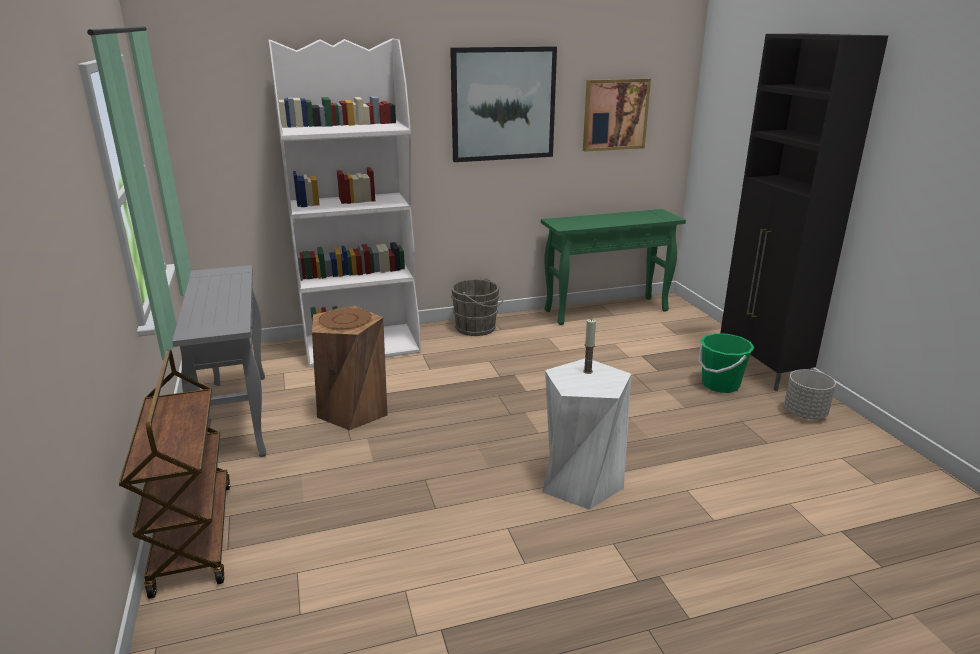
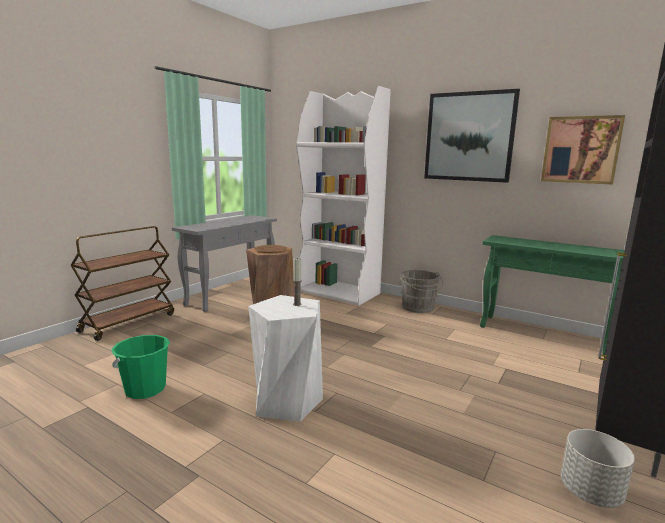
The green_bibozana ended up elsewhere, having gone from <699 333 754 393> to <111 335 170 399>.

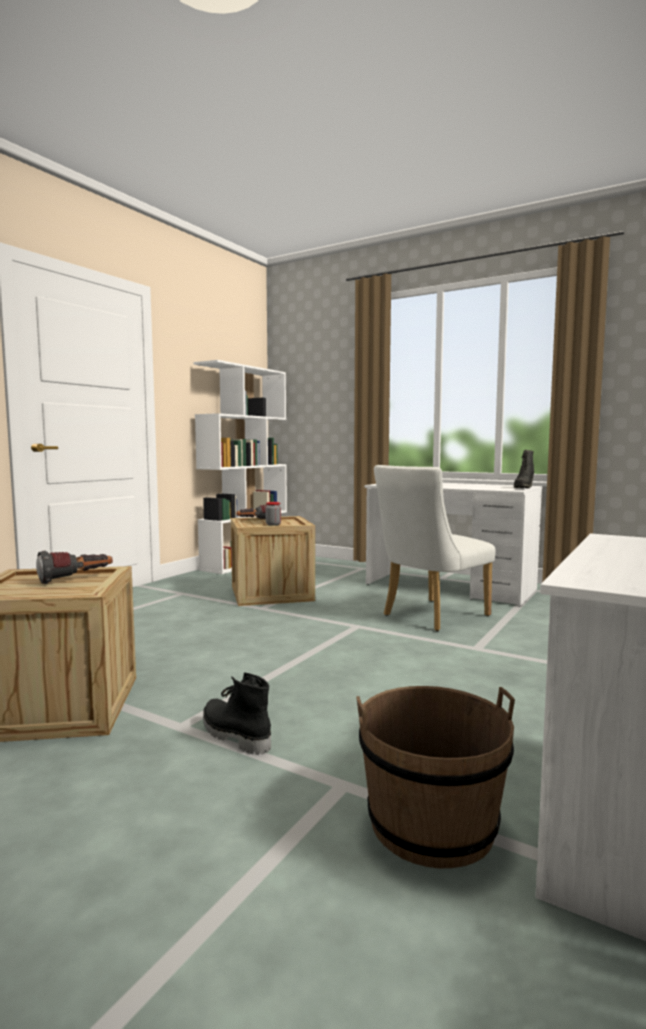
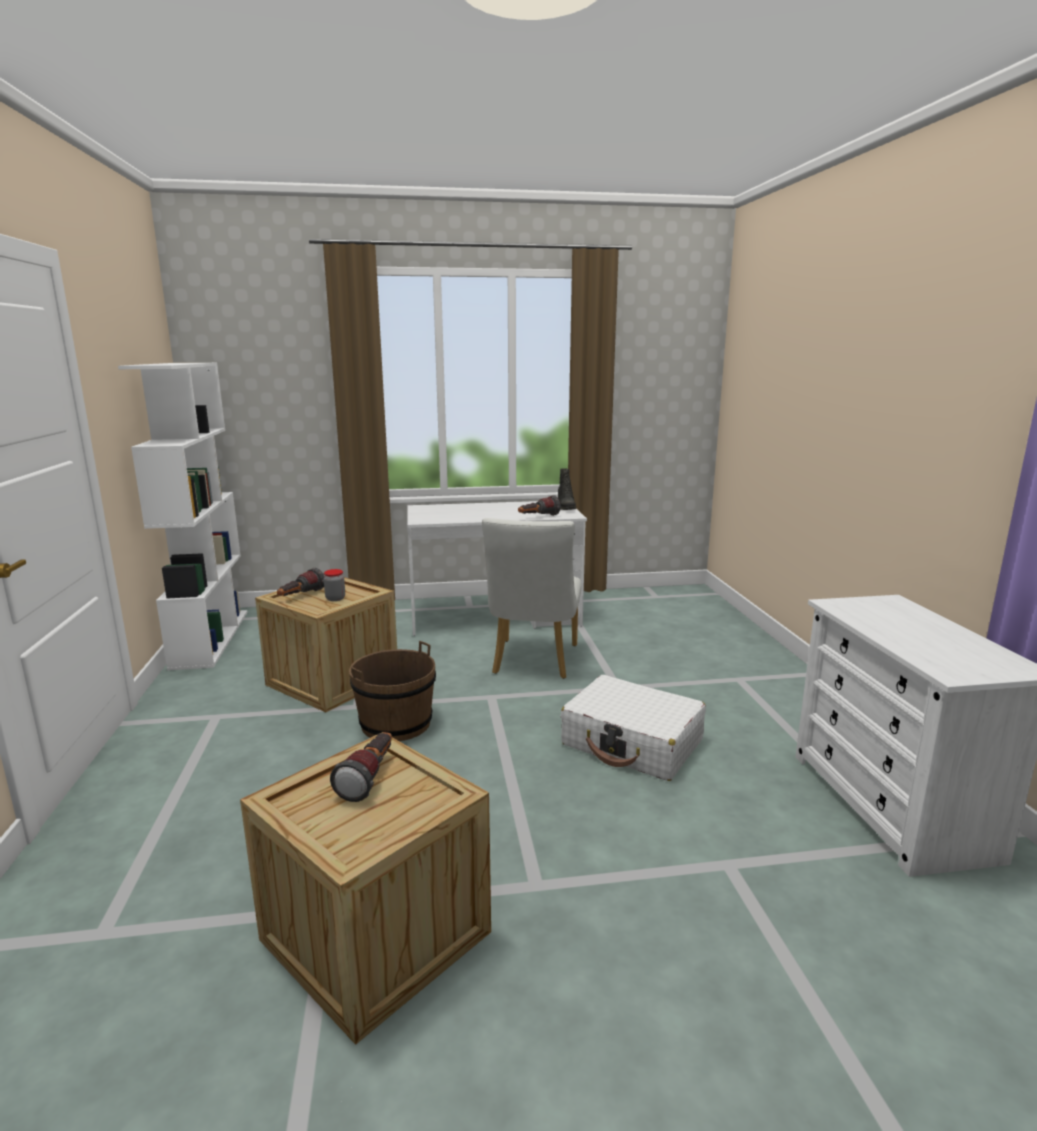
The second view lost the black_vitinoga at <203 672 271 755>.
The brown_bibozana ended up elsewhere, having gone from <357 686 515 869> to <349 641 436 741>.
The second view gained the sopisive at <518 495 561 516>.
The second view gained the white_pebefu at <561 675 706 781>.

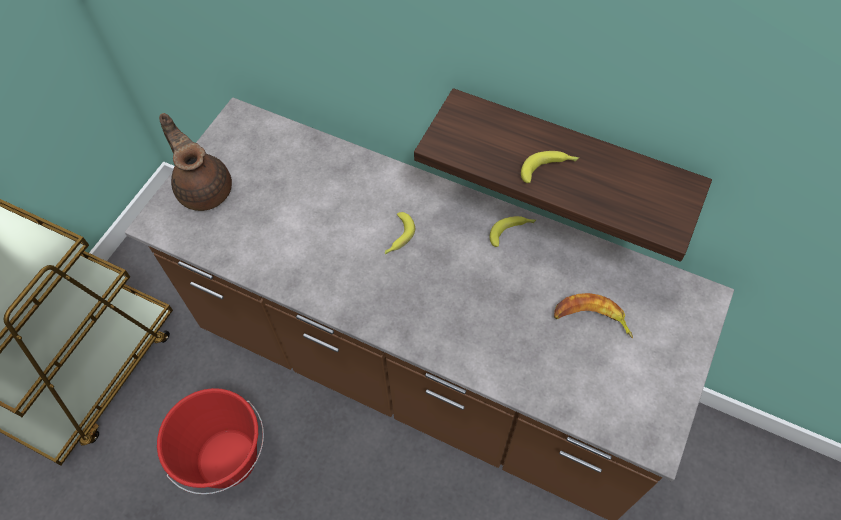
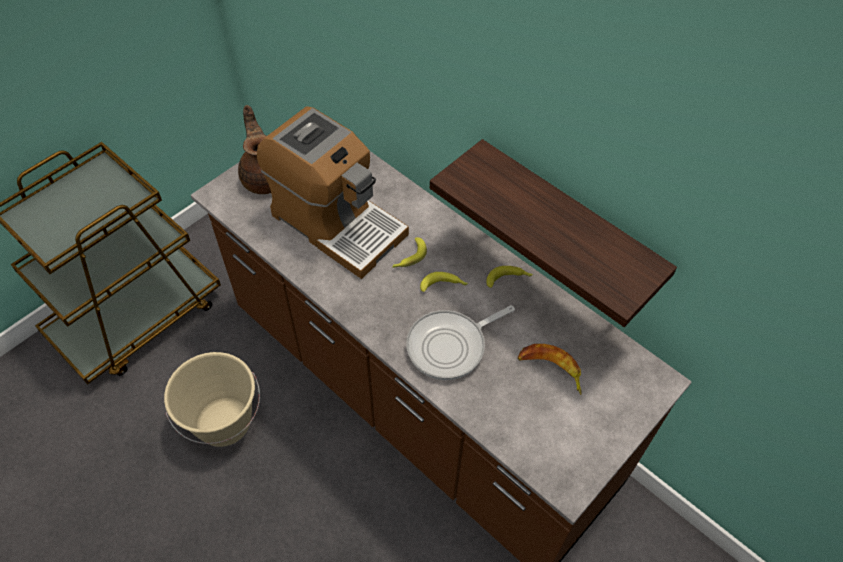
The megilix ended up elsewhere, having gone from <521 151 579 183> to <420 272 468 292>.
What was the red_bibozana at <157 388 264 494> turned into the beige_bibozana at <164 352 260 447>.
The second view gained the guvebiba at <257 106 409 279>.
The second view gained the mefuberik at <406 305 515 380>.

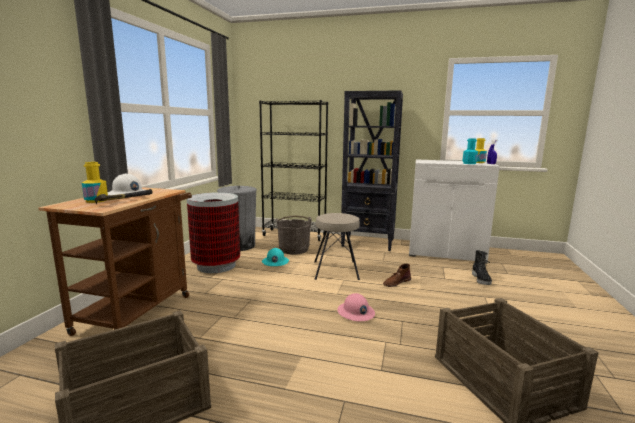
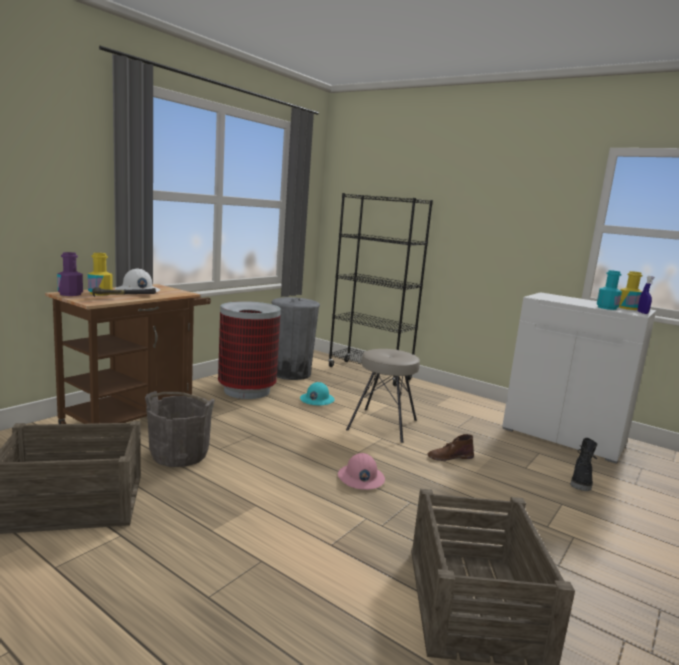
The second view lost the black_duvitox at <341 90 403 251>.
The grey_bibozana ended up elsewhere, having gone from <276 215 312 254> to <145 391 215 467>.
The second view gained the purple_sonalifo at <57 252 83 296>.

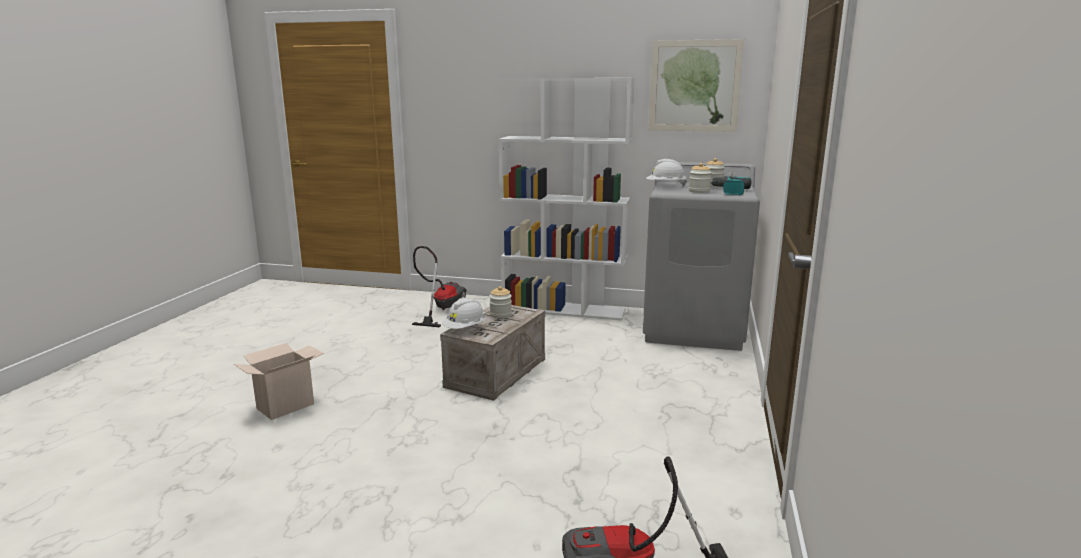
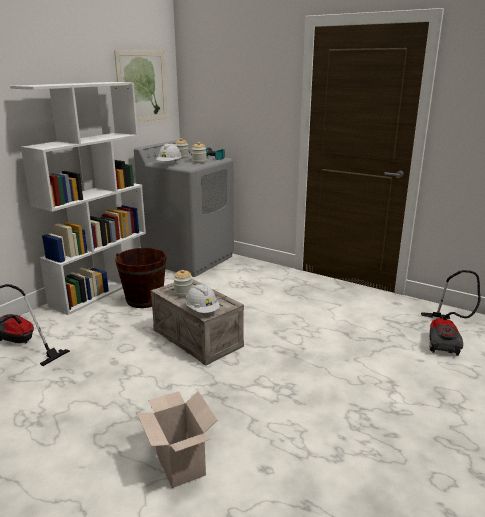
The second view gained the brown_bibozana at <115 248 167 308>.

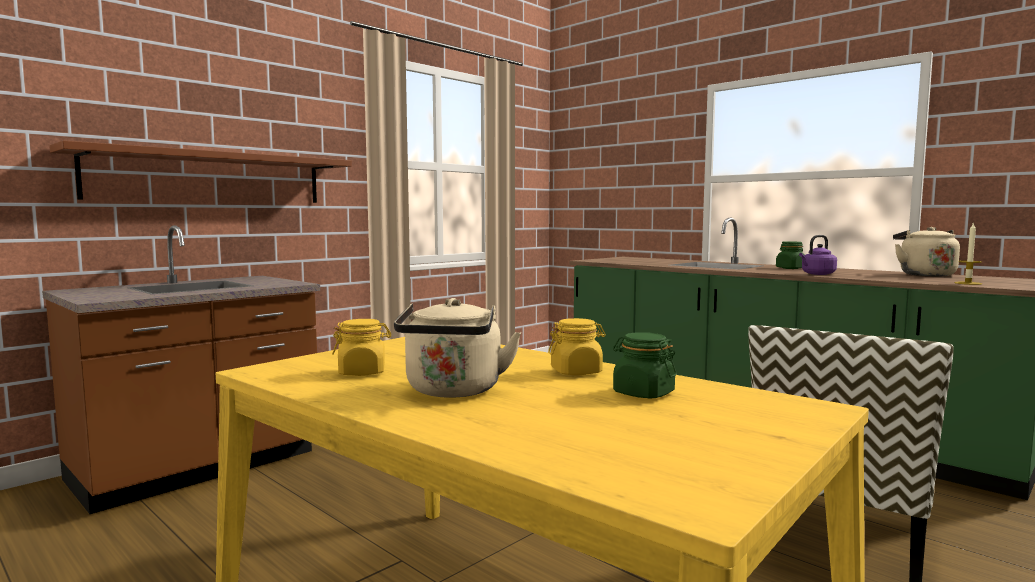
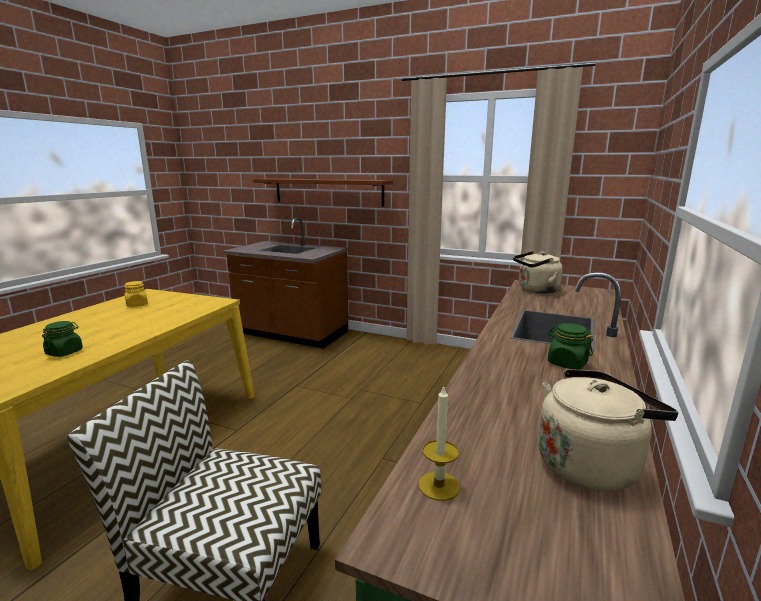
The second view lost the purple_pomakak at <799 235 837 275>.
The beige_pomakak ended up elsewhere, having gone from <394 298 521 398> to <513 251 563 294>.
The second view lost the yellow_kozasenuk at <548 318 606 375>.

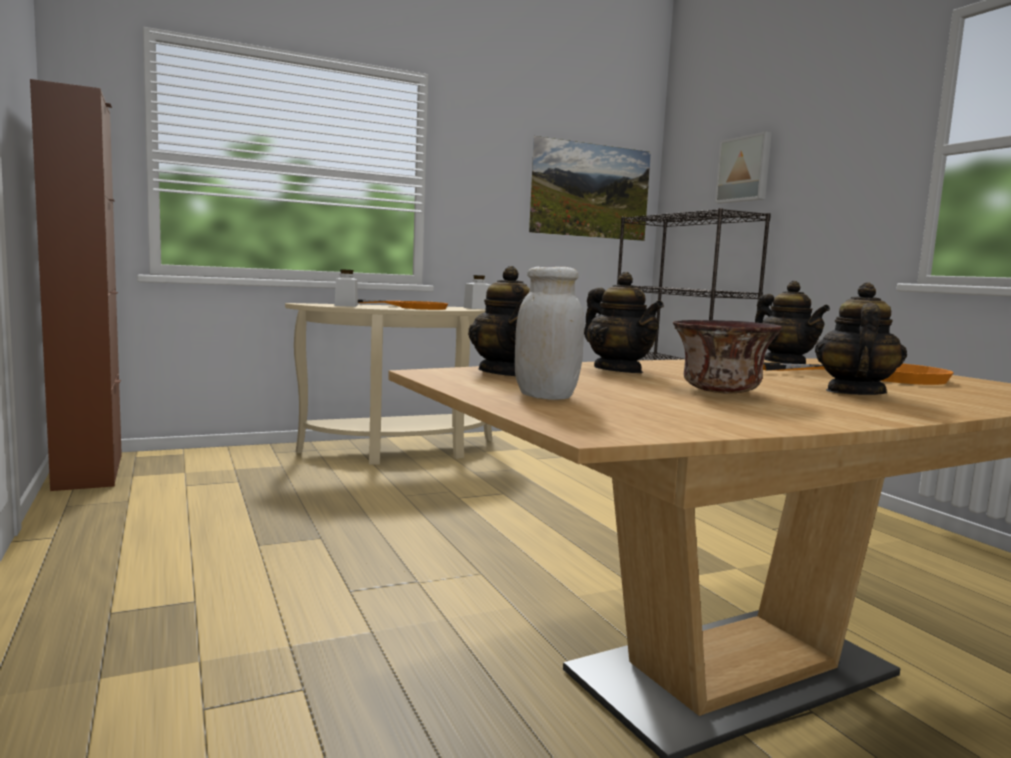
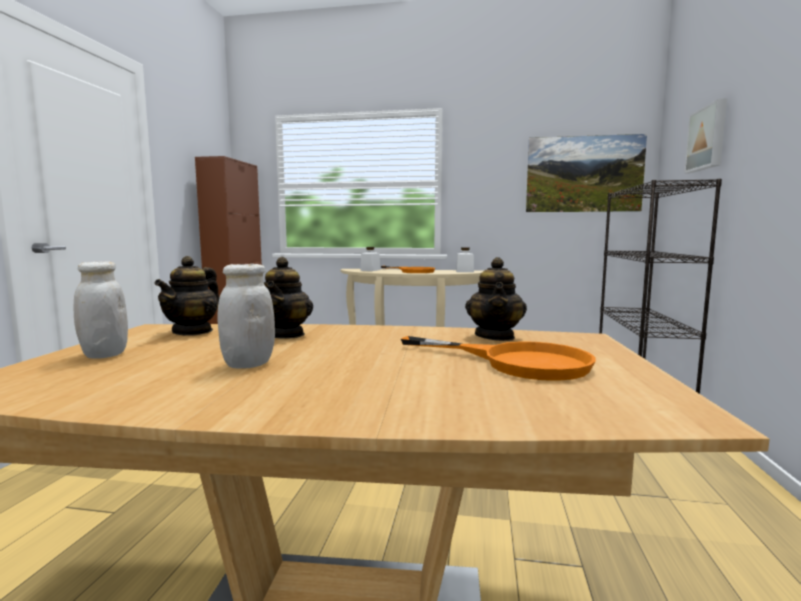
The second view lost the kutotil at <815 283 907 395>.
Where the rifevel stood at <672 320 782 394>, the white_kozasenuk came to stand at <217 264 275 369>.

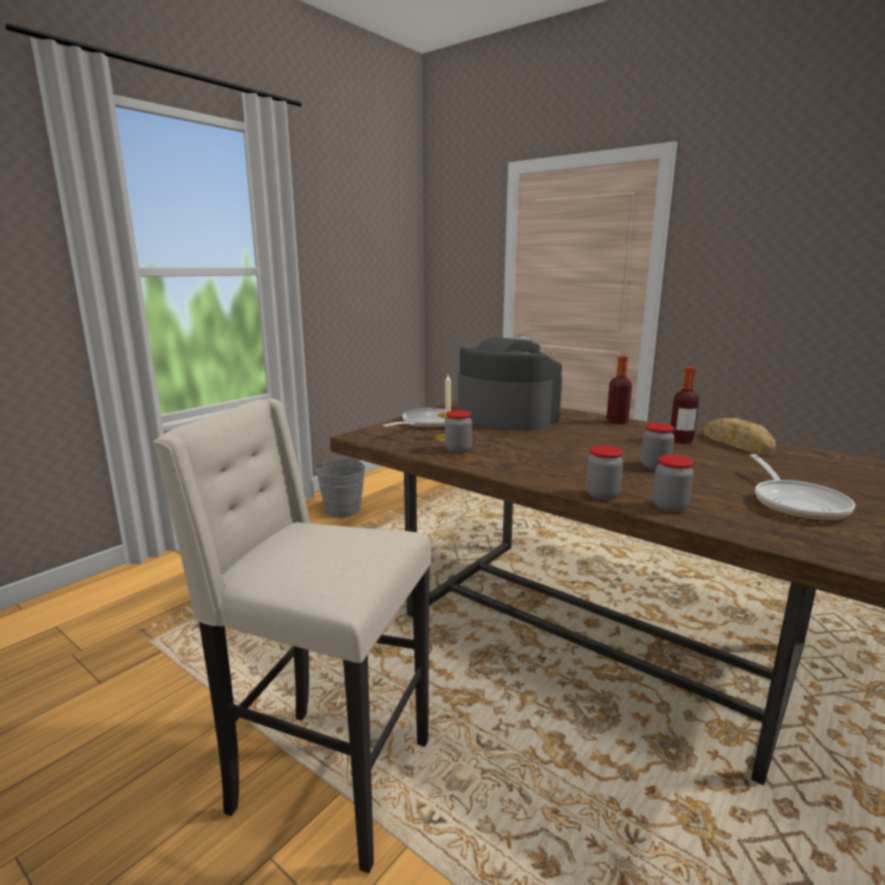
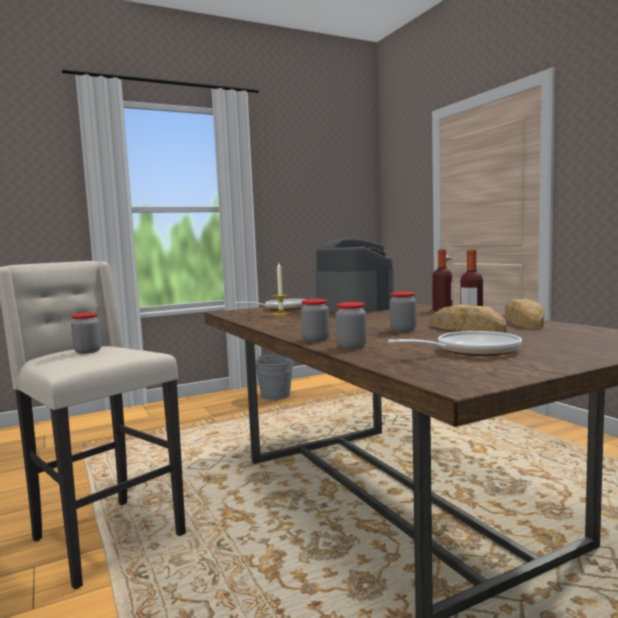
The kozasenuk ended up elsewhere, having gone from <445 410 472 453> to <71 313 101 354>.
The mefuberik at <750 454 855 521> ended up facing another way, 135 degrees counterclockwise from before.
The second view gained the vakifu at <431 305 507 333>.

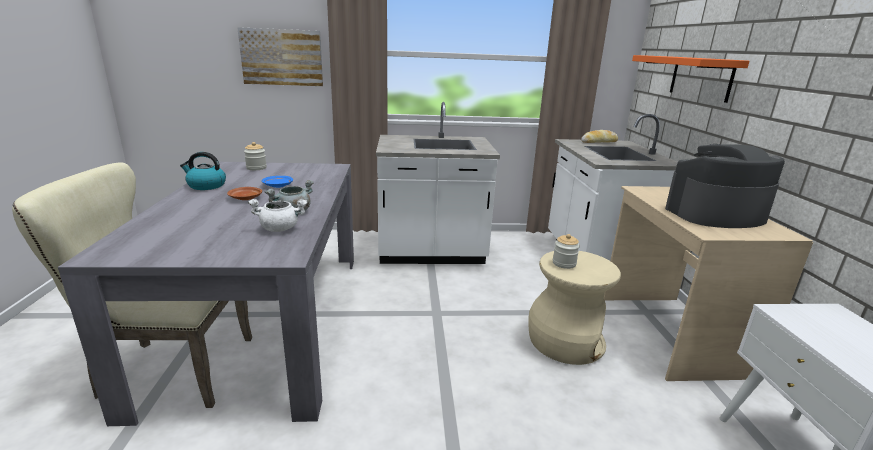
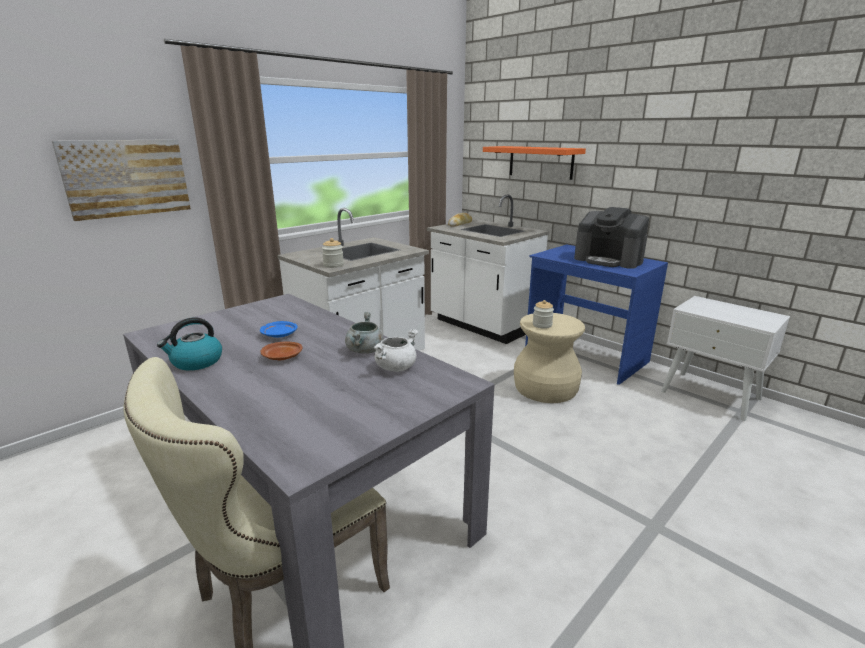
The kozasenuk ended up elsewhere, having gone from <244 142 267 170> to <322 238 344 268>.
The guvebiba at <665 144 785 228> ended up facing another way, 90 degrees counterclockwise from before.
What was the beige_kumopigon at <604 186 813 381> turned into the blue_kumopigon at <525 244 668 385>.

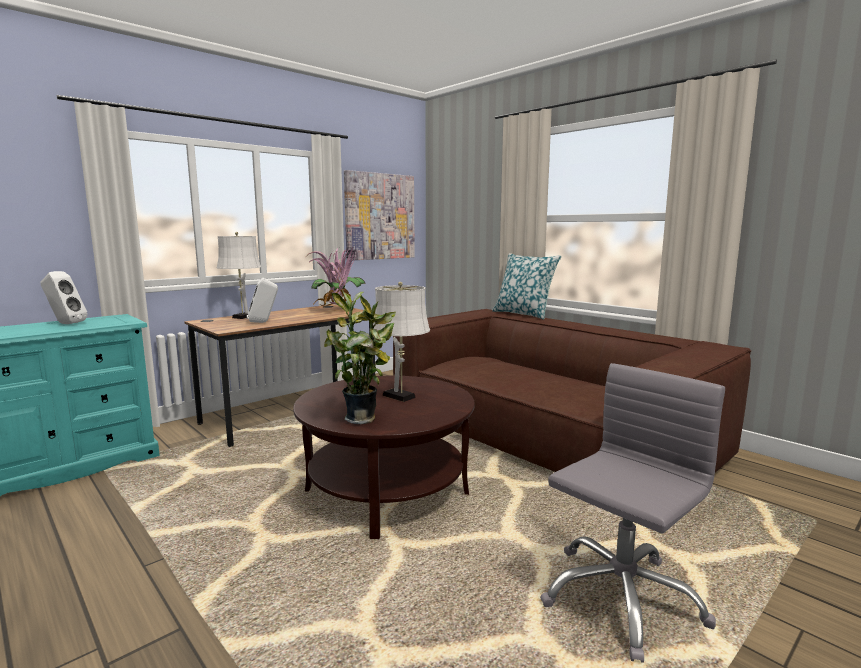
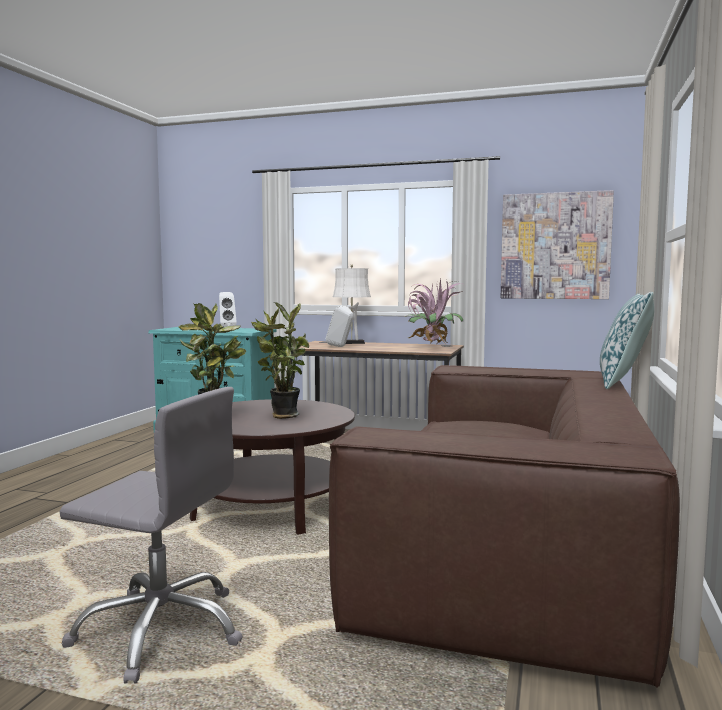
Where the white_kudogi stood at <373 282 430 402>, the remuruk came to stand at <251 302 309 419>.

